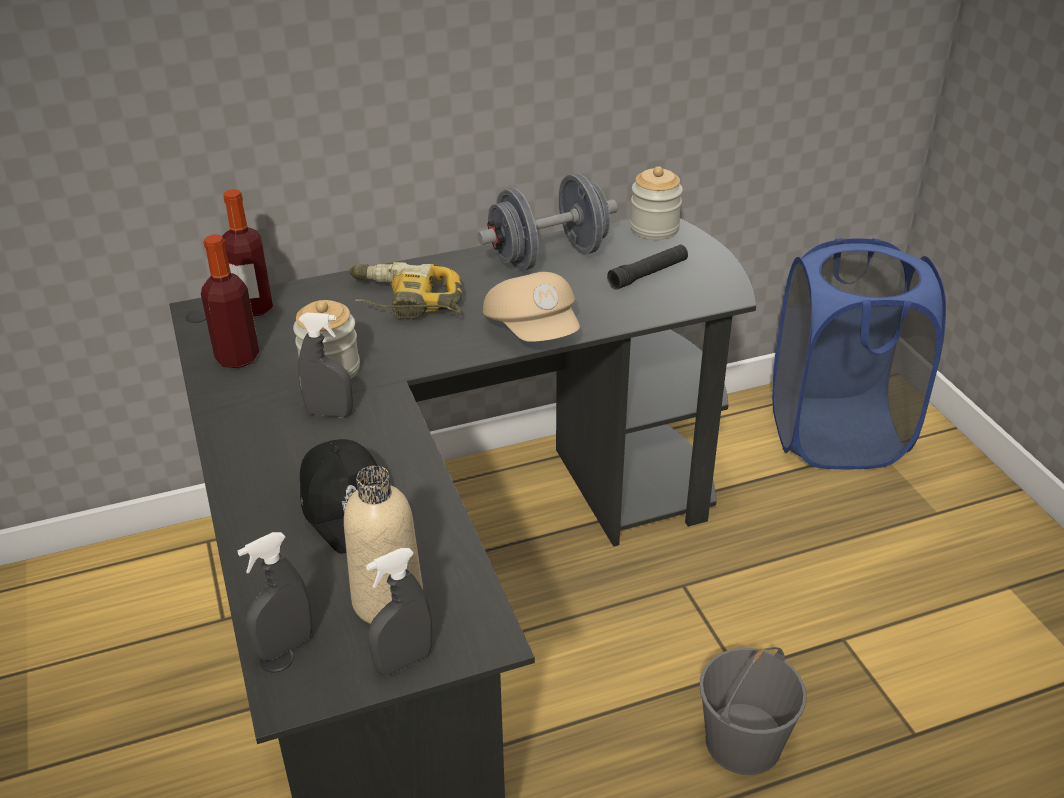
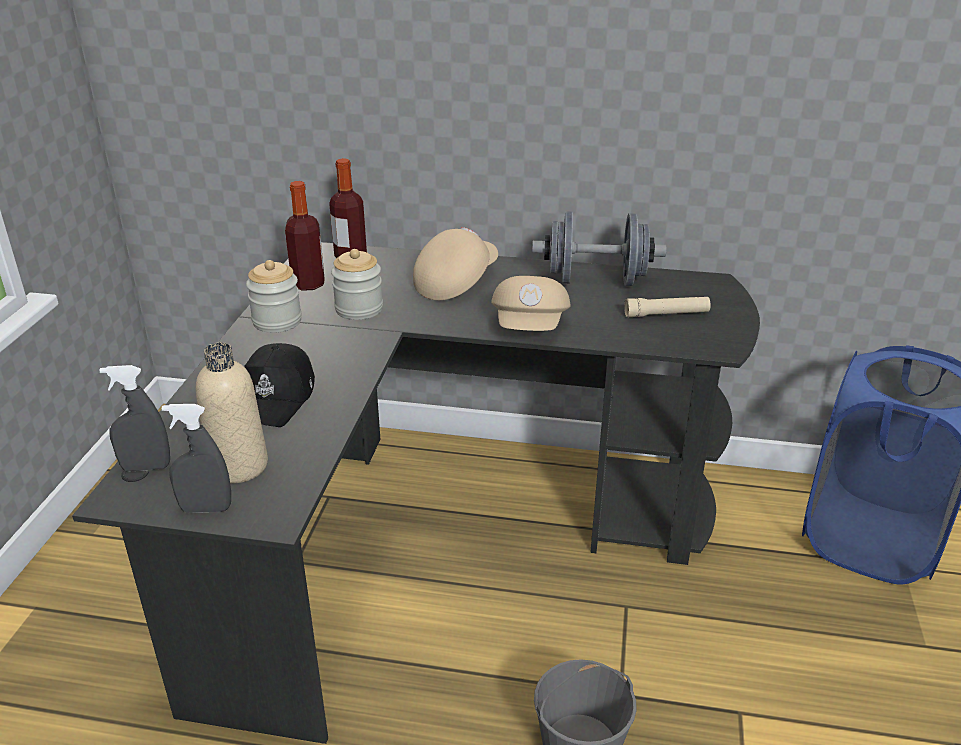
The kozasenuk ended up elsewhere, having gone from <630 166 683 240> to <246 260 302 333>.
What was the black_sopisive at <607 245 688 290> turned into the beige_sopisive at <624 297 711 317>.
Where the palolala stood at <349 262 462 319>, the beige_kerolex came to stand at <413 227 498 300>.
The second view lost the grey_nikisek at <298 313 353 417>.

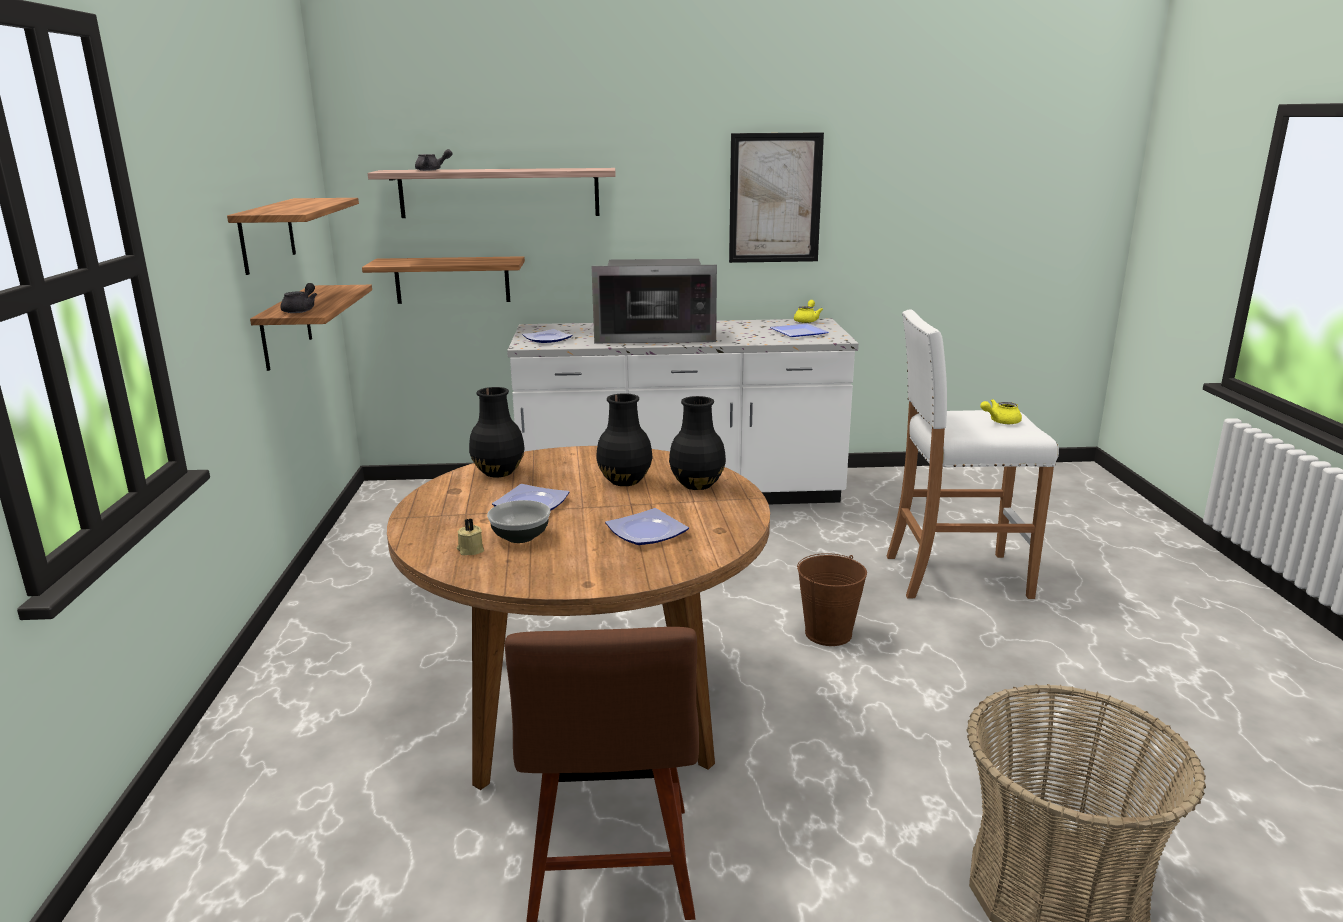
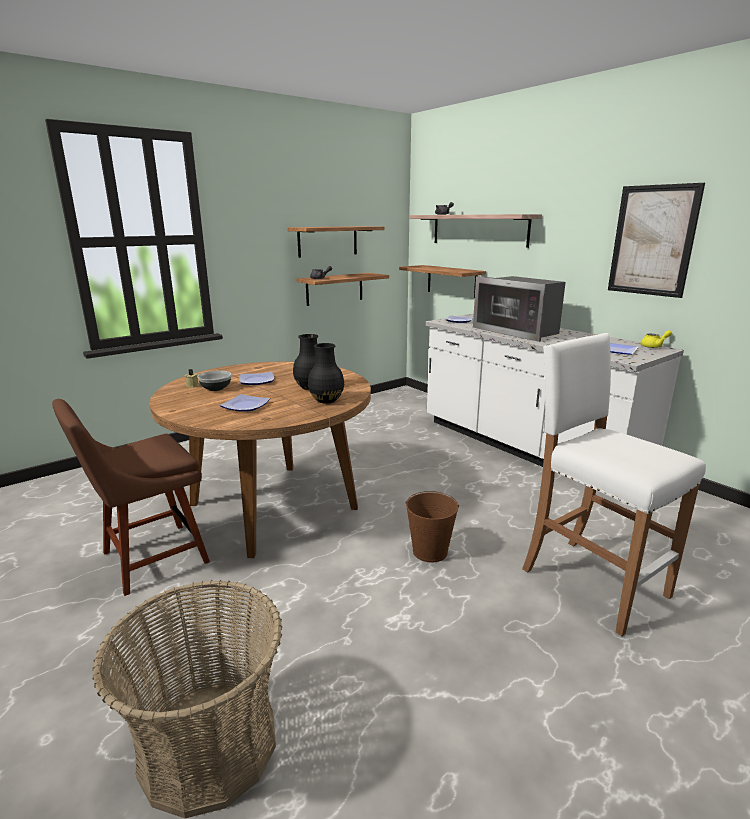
The second view lost the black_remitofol at <469 387 525 477>.
The second view lost the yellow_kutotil at <980 399 1022 424>.

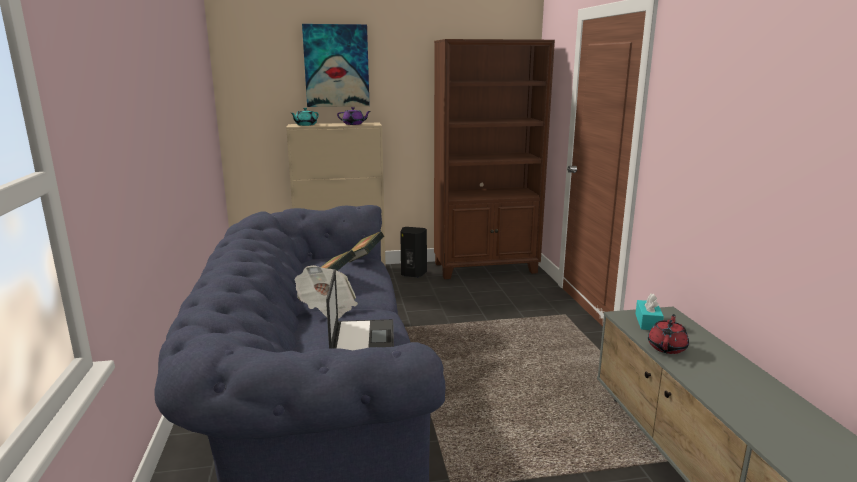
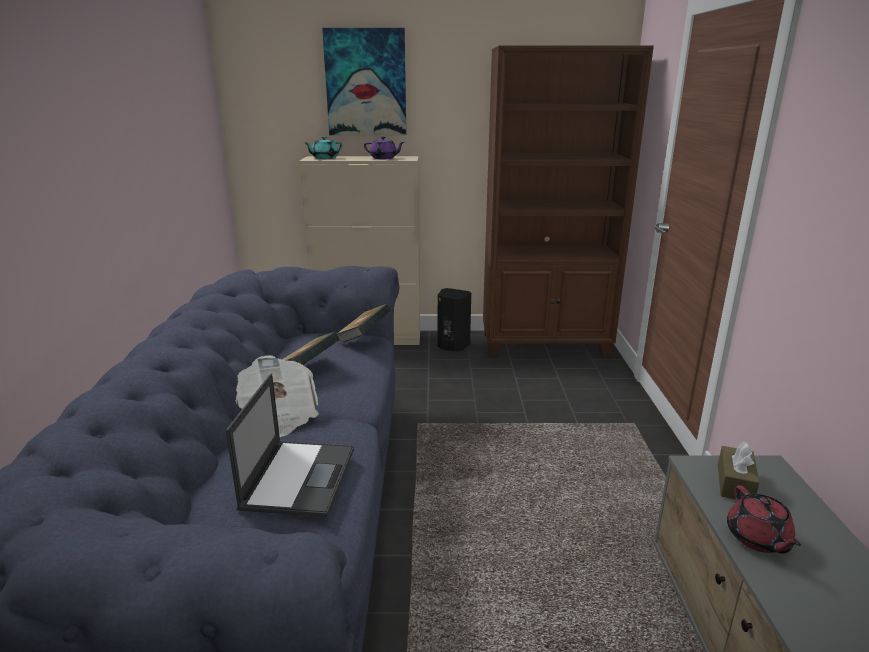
What was the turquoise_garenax at <635 293 664 330> turned into the brown_garenax at <718 441 759 500>.
The red_kutotil at <648 314 689 354> ended up facing another way, 135 degrees clockwise from before.

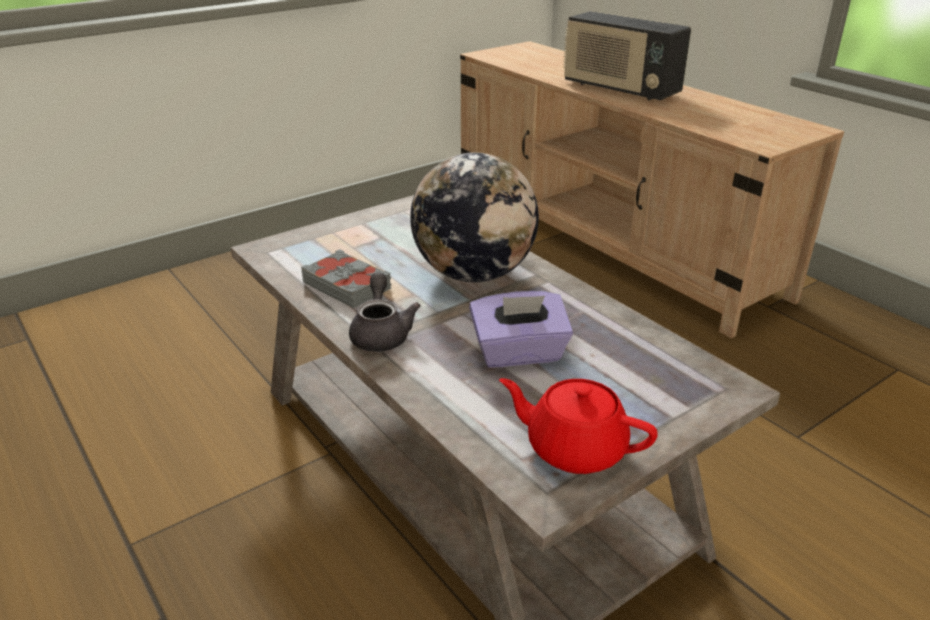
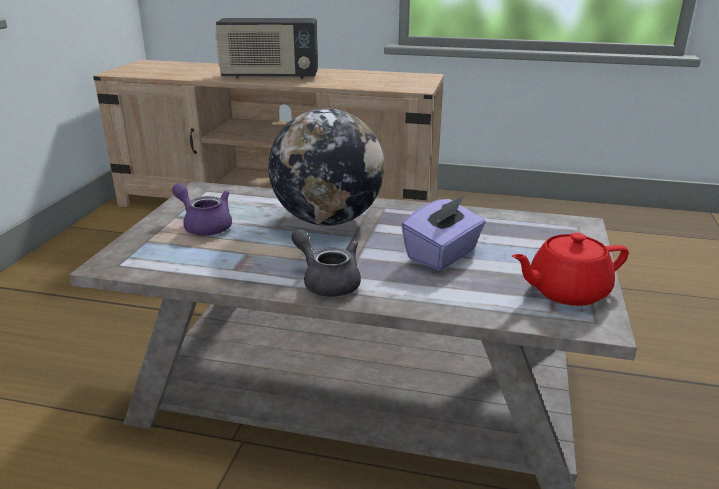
The second view lost the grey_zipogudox at <301 249 391 308>.
The second view gained the purple_kutotil at <172 183 232 235>.

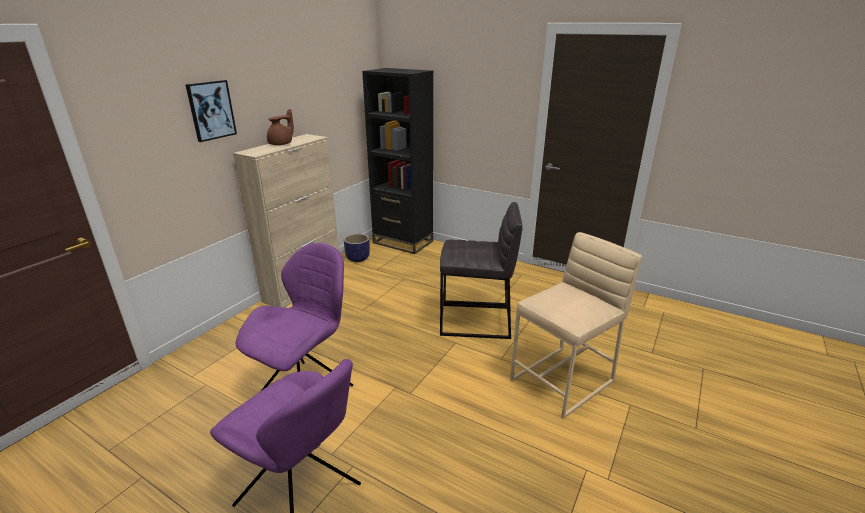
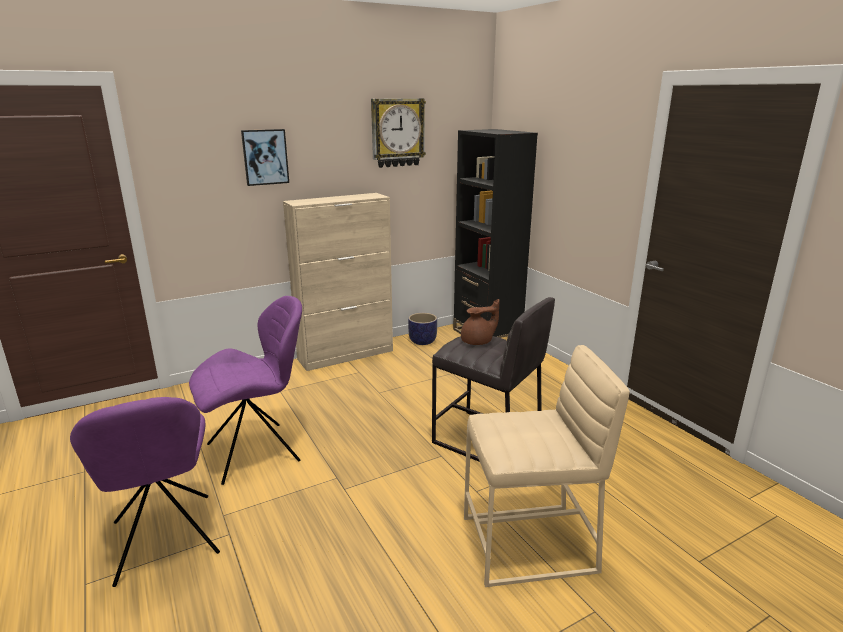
The brown_kutotil ended up elsewhere, having gone from <267 109 294 145> to <461 299 499 345>.
The second view gained the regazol at <371 98 426 168>.

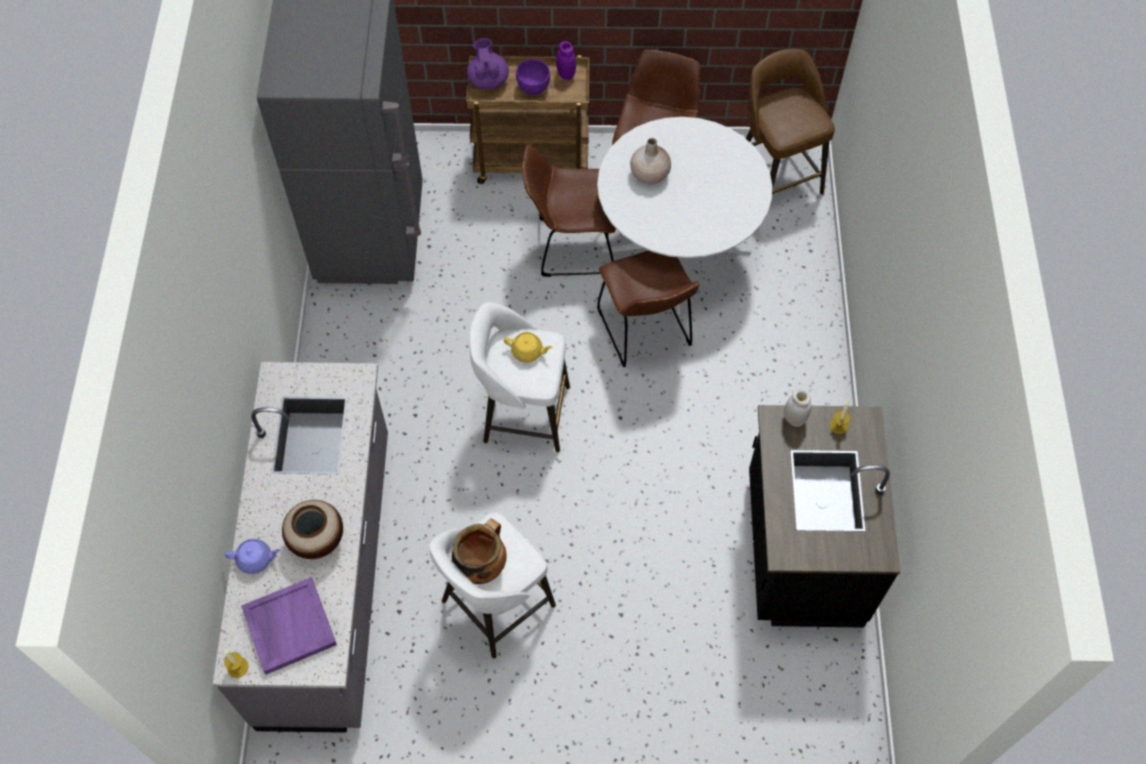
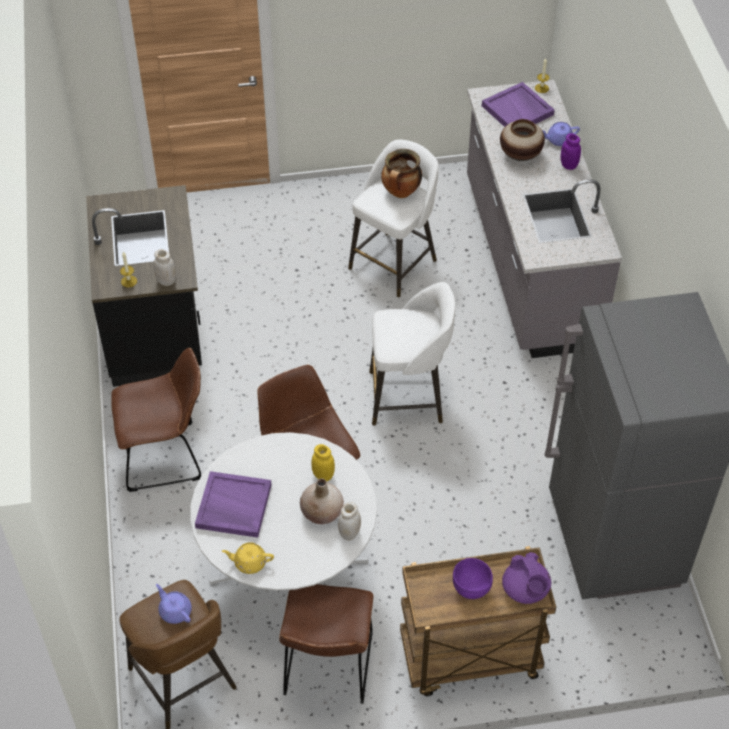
The purple_kozasenuk ended up elsewhere, having gone from <556 41 576 80> to <561 133 581 170>.
The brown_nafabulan ended up elsewhere, having gone from <522 146 616 277> to <111 348 202 492>.
The yellow_kutotil ended up elsewhere, having gone from <504 332 553 363> to <222 542 274 574>.
The second view gained the yellow_kozasenuk at <312 444 335 482>.
The second view gained the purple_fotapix at <195 471 272 538>.
The second view gained the white_kozasenuk at <338 502 361 541>.
The second view gained the purple_kutotil at <156 584 192 624>.

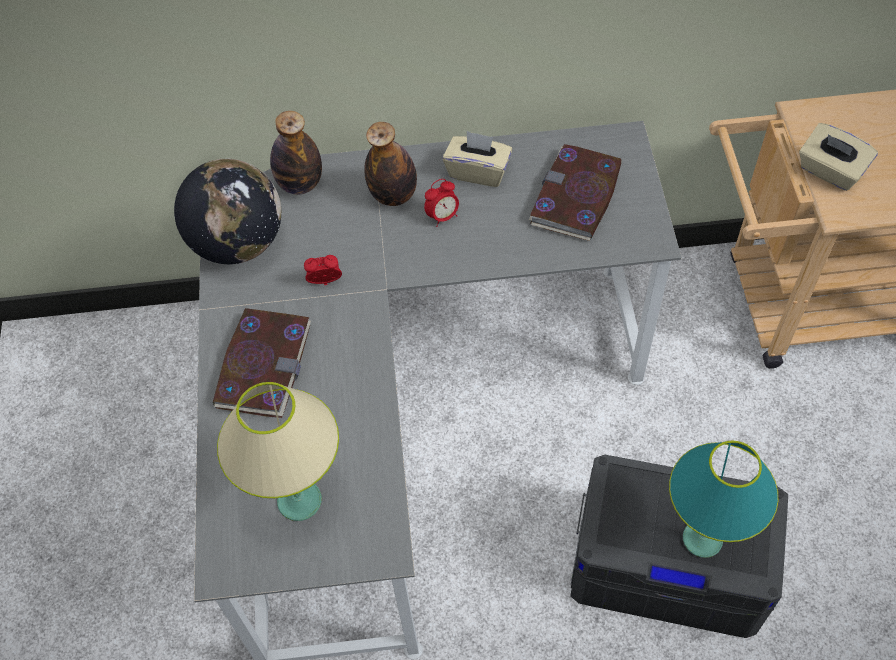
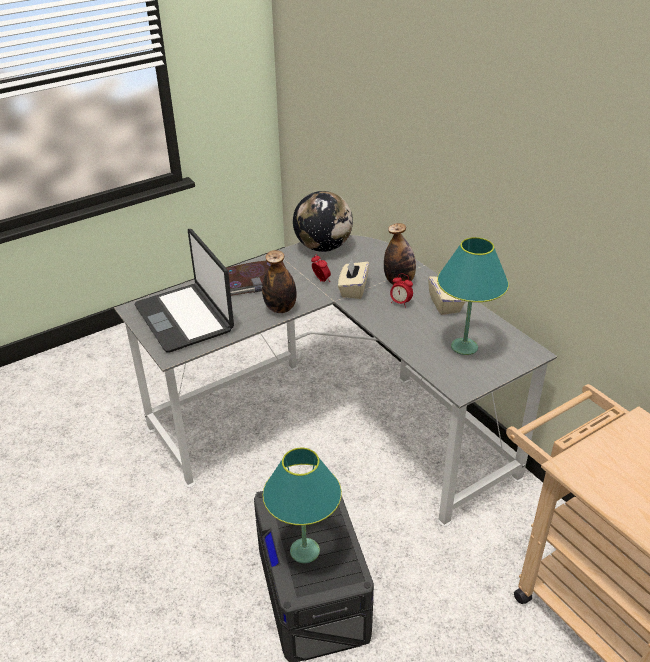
The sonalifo ended up elsewhere, having gone from <270 111 322 195> to <262 250 297 313>.
The beige_garenax ended up elsewhere, having gone from <799 123 878 191> to <338 258 369 299>.
Where the zipogudox stood at <529 144 621 241>, the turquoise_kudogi came to stand at <437 237 509 355>.
Where the beige_kudogi stood at <217 382 339 521>, the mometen came to stand at <135 229 234 353>.

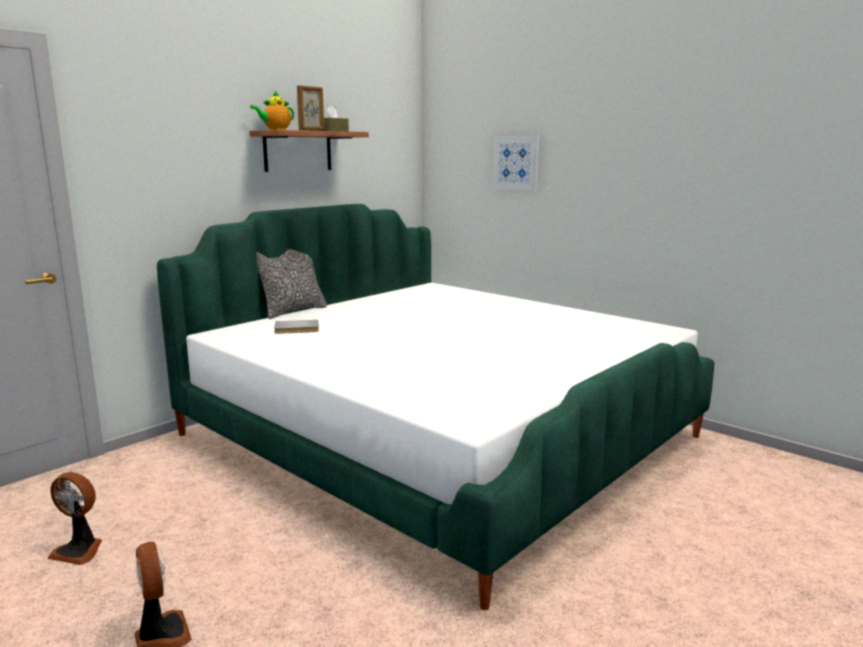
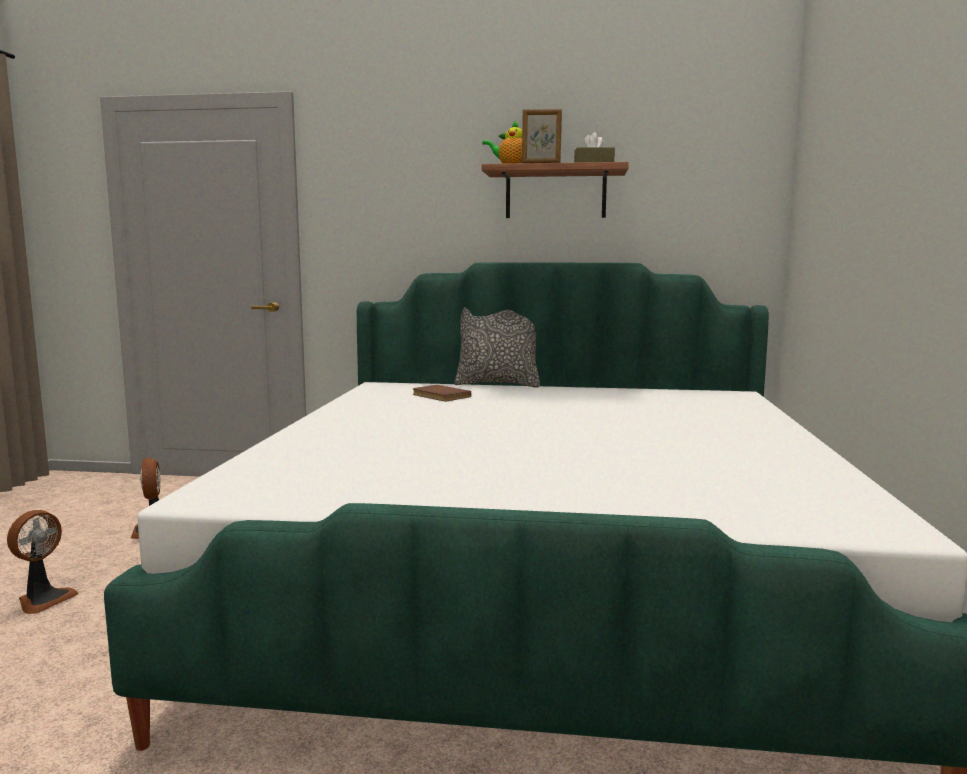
The second view lost the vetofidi at <492 135 539 191>.
What was the grey_zipogudox at <274 320 319 334> turned into the brown_zipogudox at <413 385 471 401>.

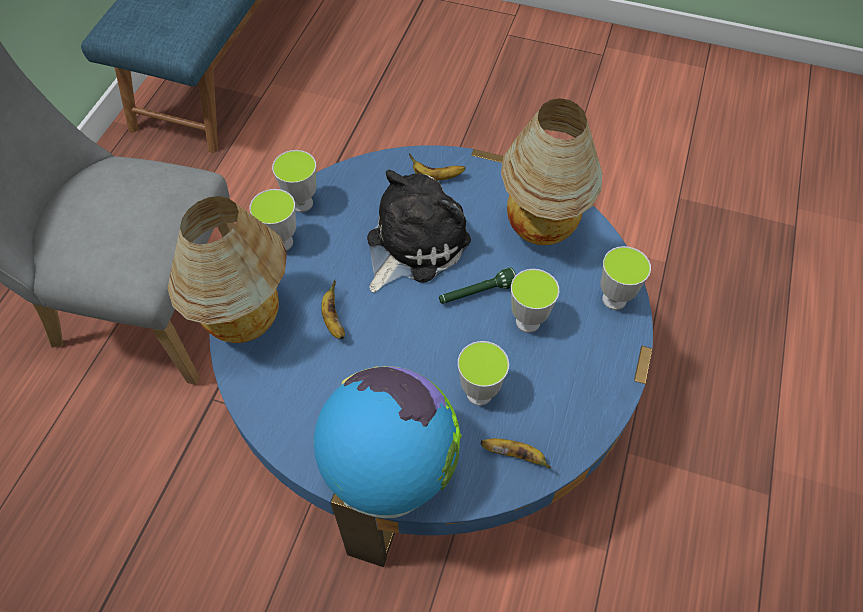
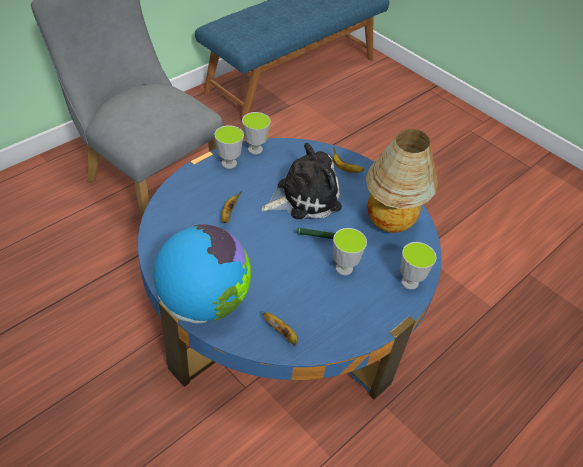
The second view lost the kudogi at <167 196 287 343>.
The second view lost the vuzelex at <458 341 509 406>.

